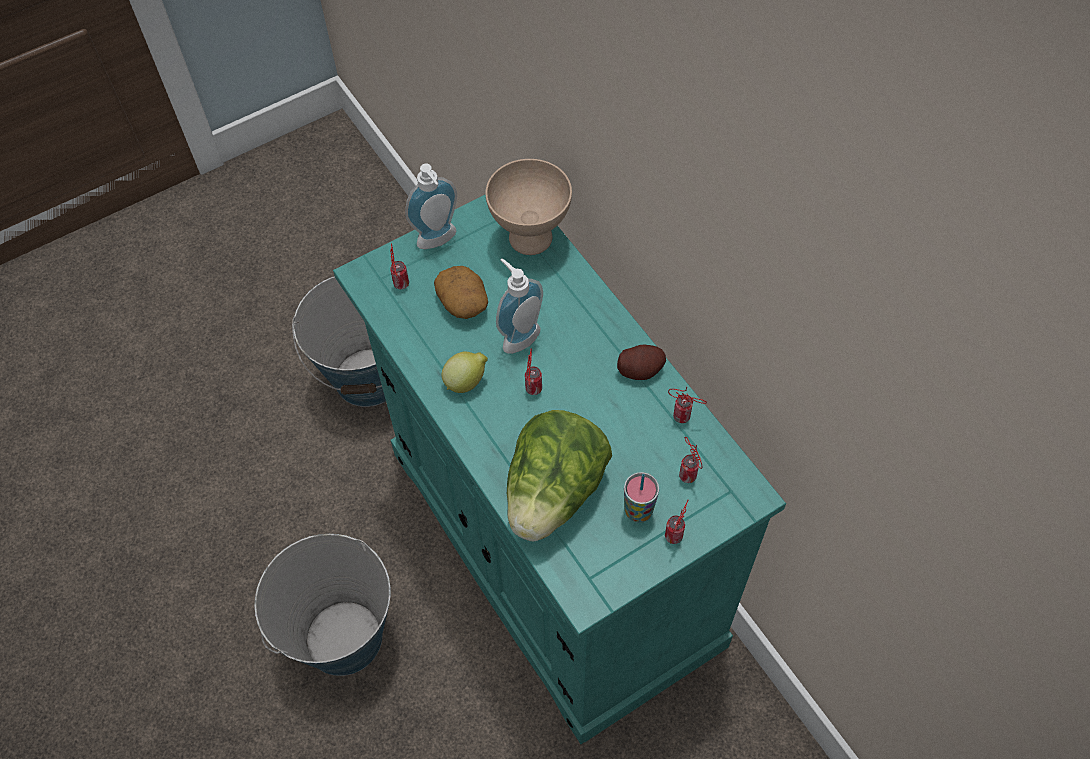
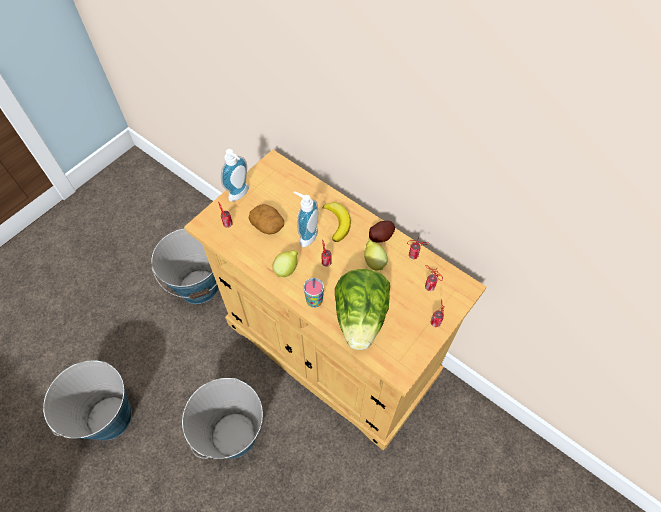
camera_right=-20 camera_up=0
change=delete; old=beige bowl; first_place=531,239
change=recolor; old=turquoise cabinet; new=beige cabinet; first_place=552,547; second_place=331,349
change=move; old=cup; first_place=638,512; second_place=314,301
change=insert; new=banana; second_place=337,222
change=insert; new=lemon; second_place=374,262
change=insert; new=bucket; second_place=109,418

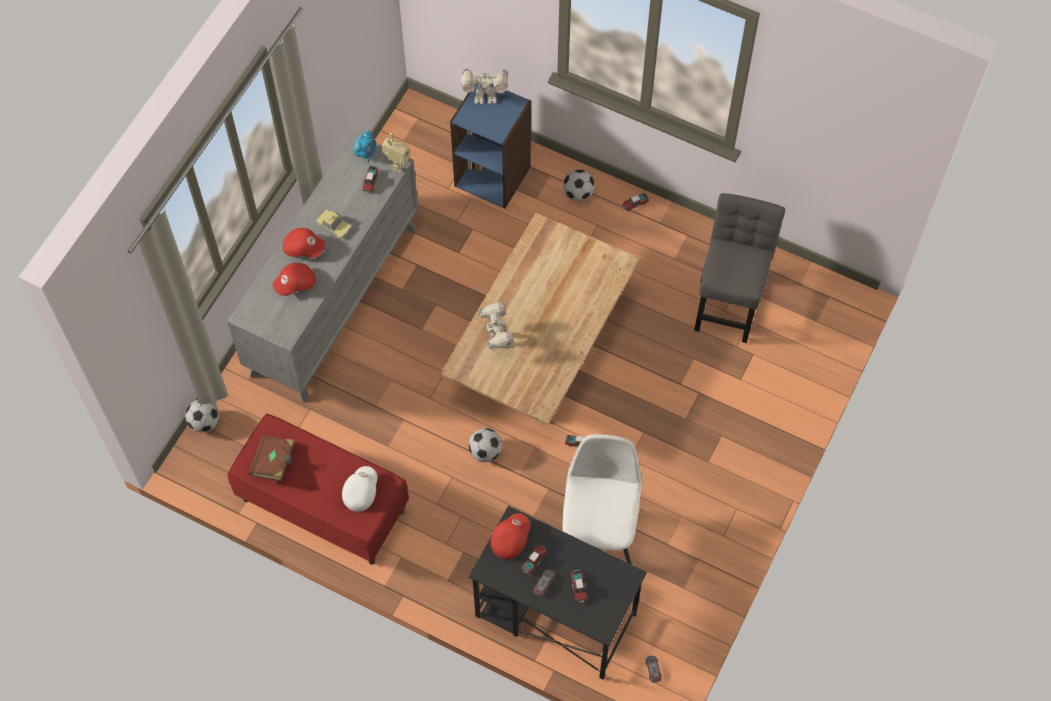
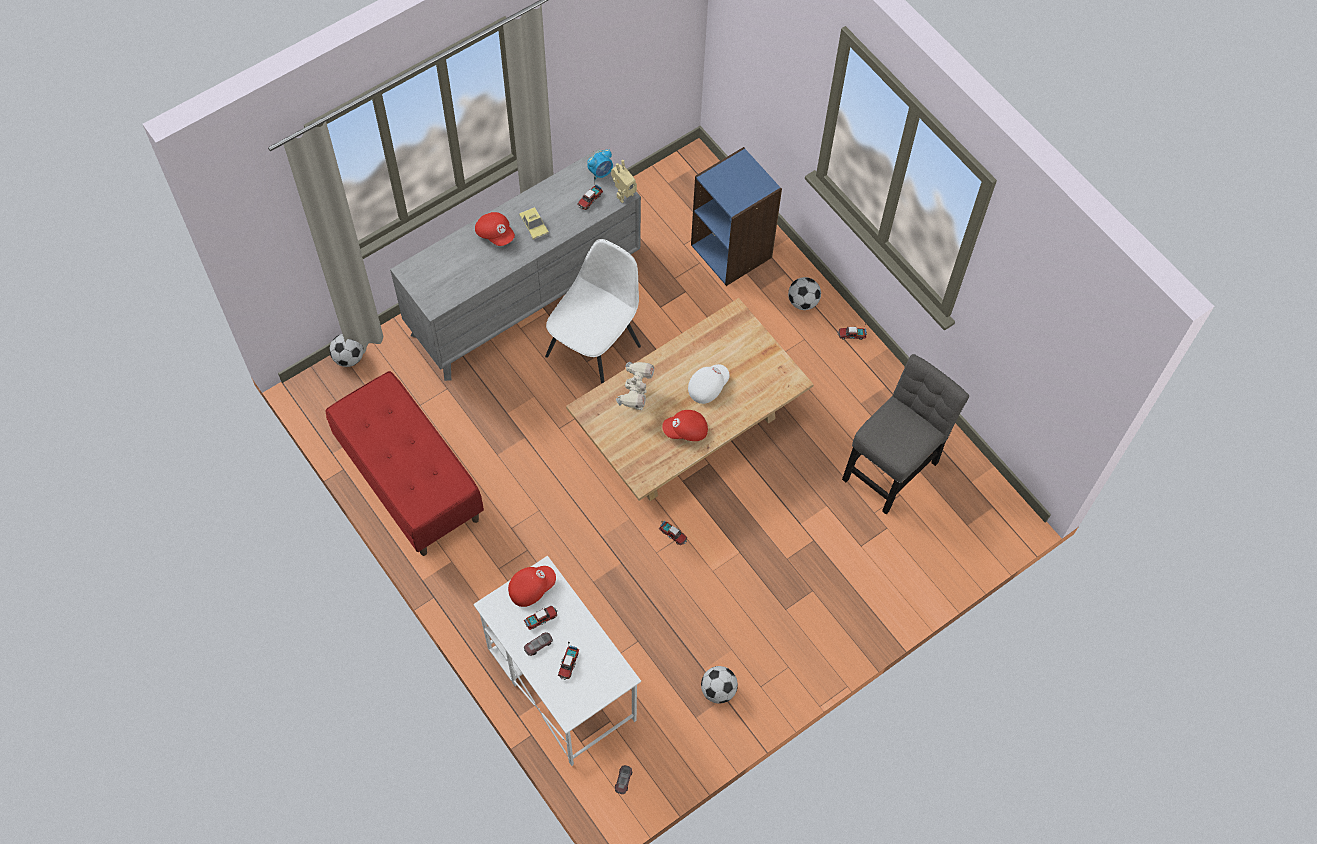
camera_right=25 camera_up=0
change=delete; old=toy robot; first_place=485,97
change=move; old=red cap; first_place=296,284; second_place=686,431
change=move; old=football; first_place=485,452; second_place=718,690
change=move; old=white chair; first_place=598,532; second_place=594,349
change=delete; old=brown book; first_place=274,462
change=move; old=white cap; first_place=360,492; second_place=707,386
change=recolor; old=black desk; new=white desk; first_place=554,615; second_place=560,683

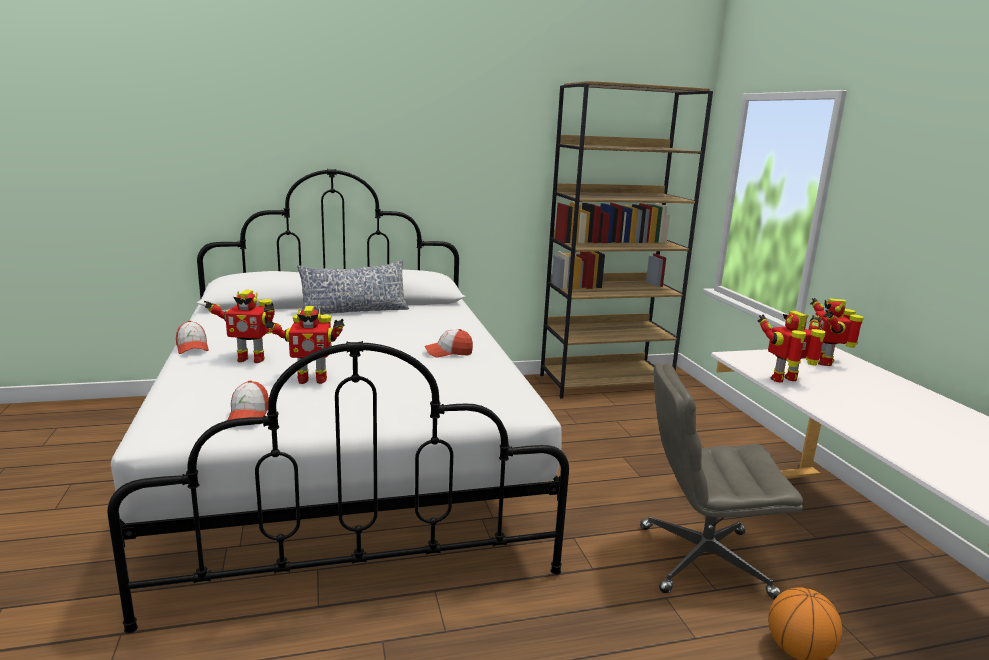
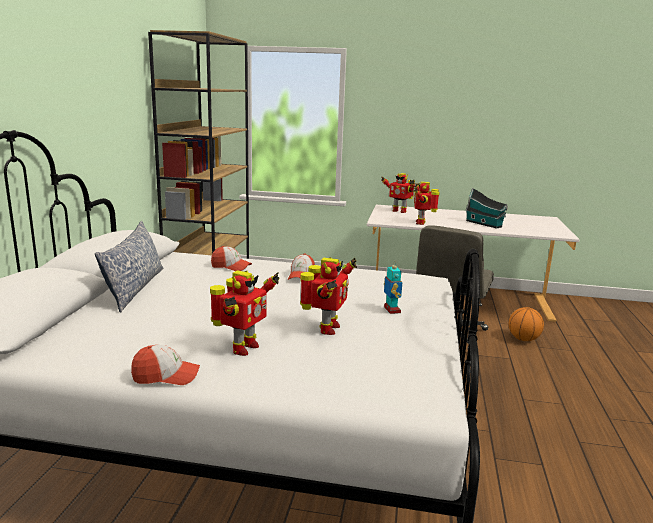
camera_right=-65 camera_up=0
change=move; old=cap; first_place=248,415; second_place=231,267
change=insert; new=toy house; second_place=485,224
change=insert; new=toy robot; second_place=391,310

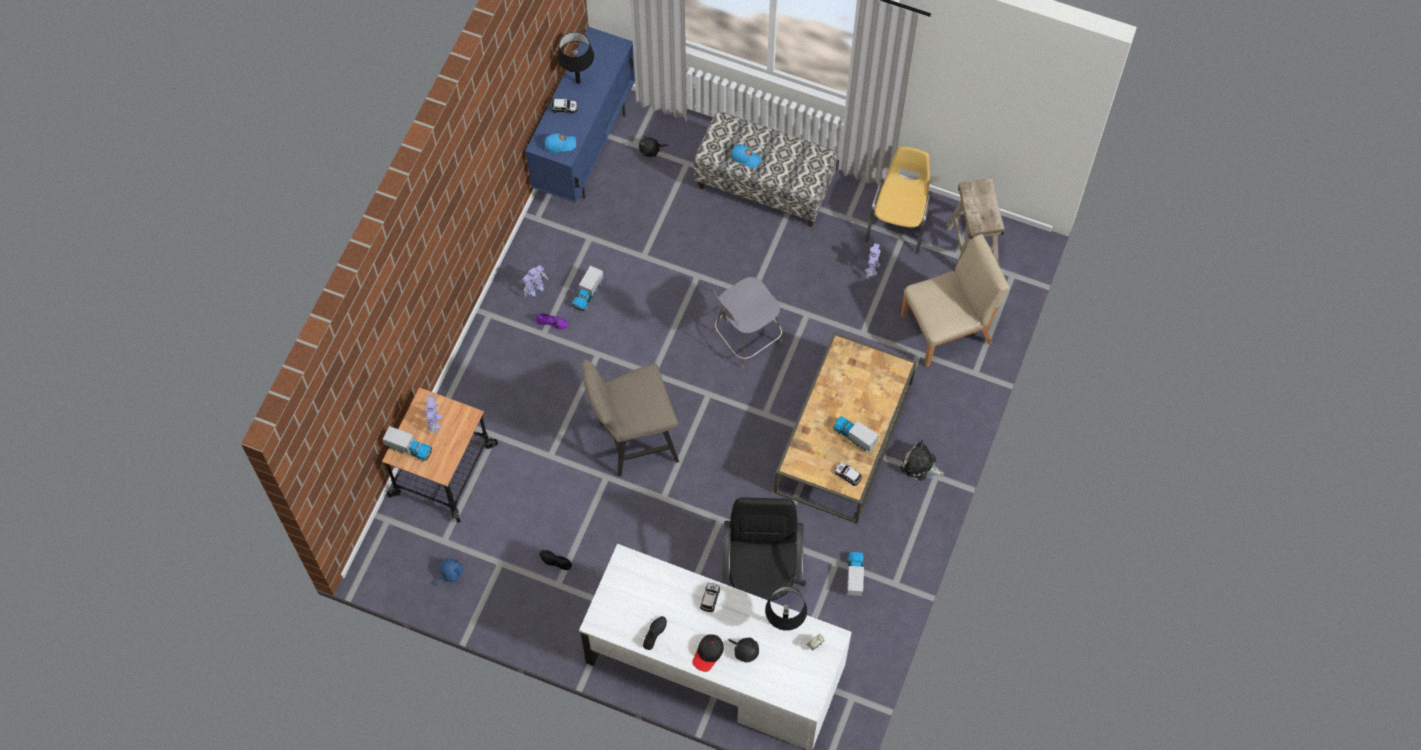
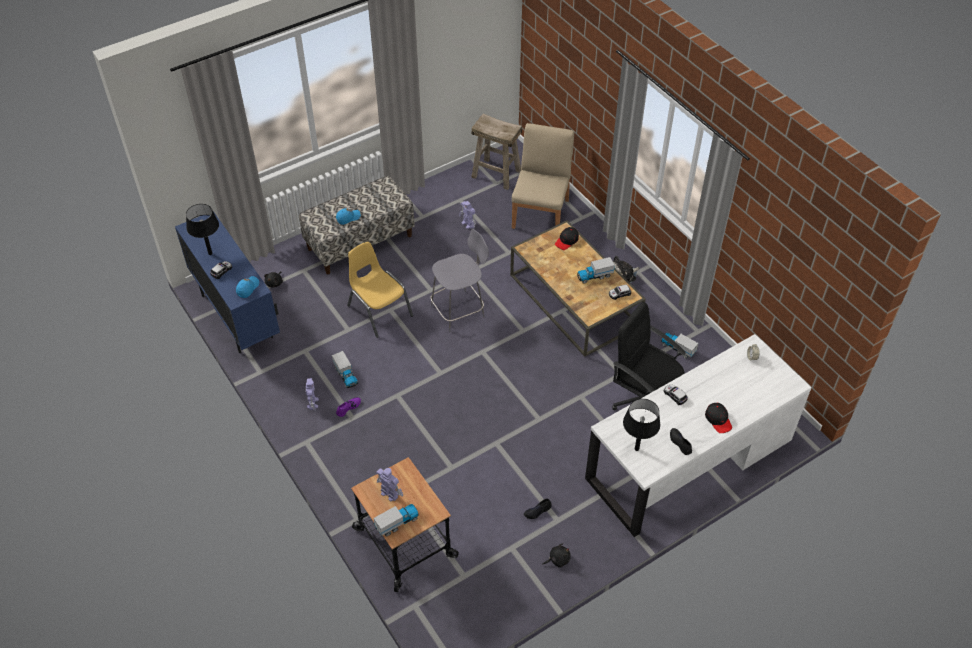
camera_right=-55 camera_up=-15
change=move; old=yellow chair; first_place=899,220; second_place=379,311
change=rotate; old=grey chair; first_place=745,338; second_place=459,310; degrees=-120
change=delete; old=beige stool; first_place=632,442
change=delete; old=blue plush toy; first_place=450,573
change=move; old=black table lamp; first_place=784,626; second_place=636,448
change=move; old=black plush toy; first_place=745,651; second_place=557,559
change=insert; new=black cap; second_place=567,241

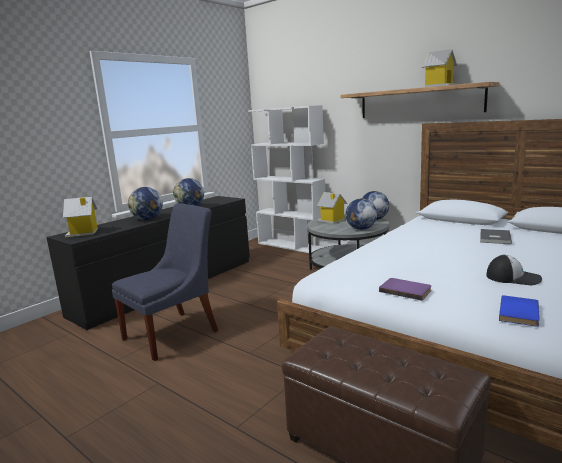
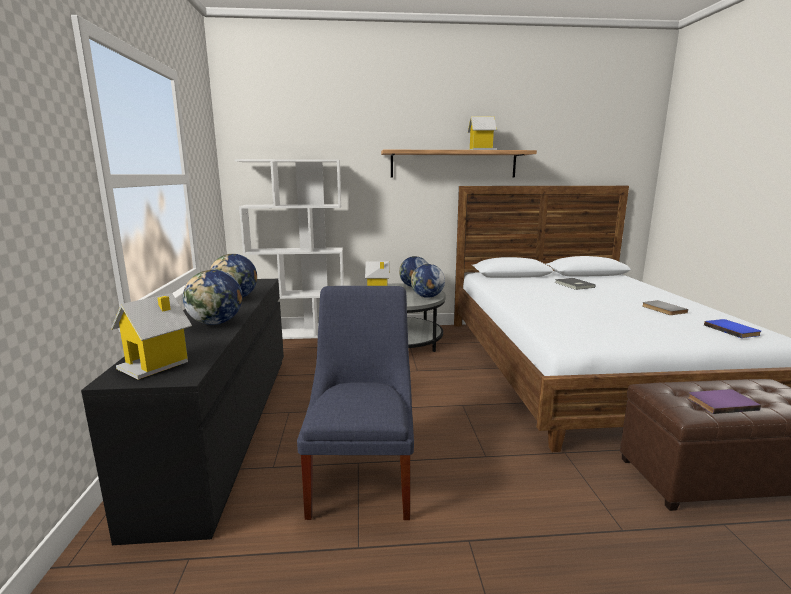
camera_right=-45 camera_up=0
change=replace; old=cap; new=grey book; first_place=513,277; second_place=662,309
change=move; old=purple book; first_place=406,290; second_place=720,403

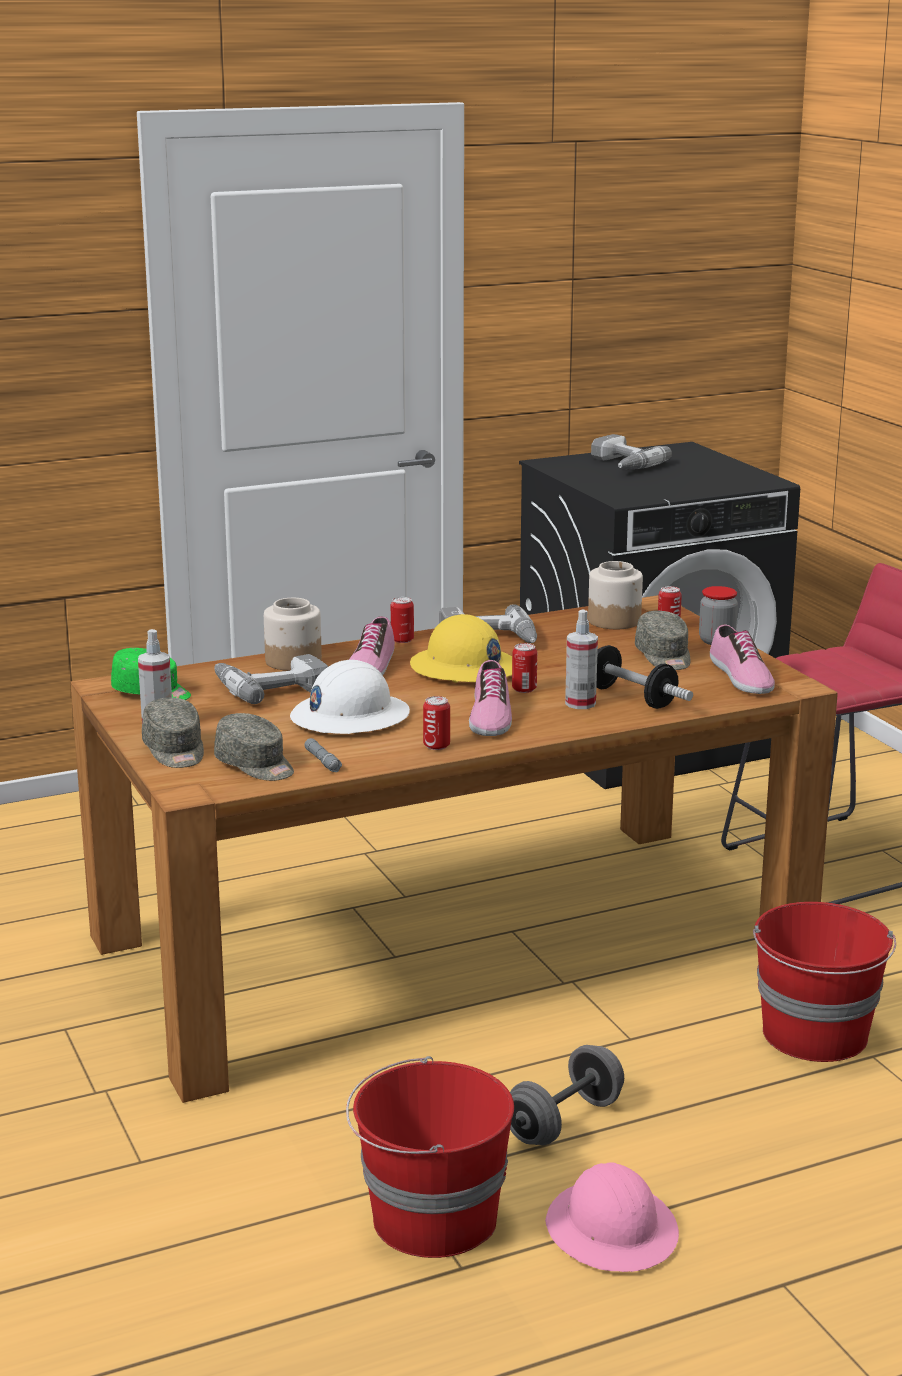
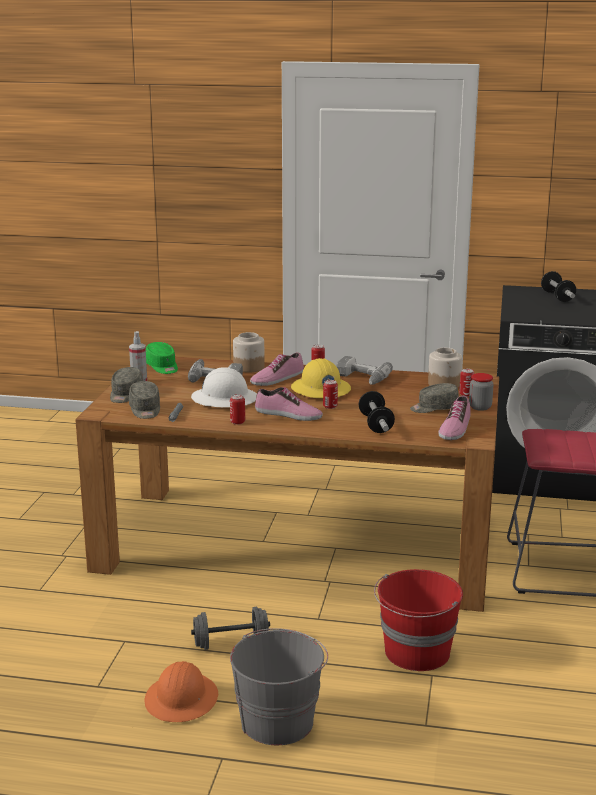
camera_right=35 camera_up=0
change=replace; old=power drill; new=dumbbell; first_place=621,464; second_place=557,297
change=delete; old=spray bottle; first_place=580,703
change=rotate; old=grey cap; first_place=664,657; second_place=434,408; degrees=60
change=rotate; old=shoe; first_place=488,716; second_place=288,415; degrees=-105
change=delete; old=red bucket; first_place=431,1219
change=recolor; old=pink hard hat; new=orange hard hat; first_place=612,1230; second_place=182,699
change=insert; new=grey bucket; second_place=278,721

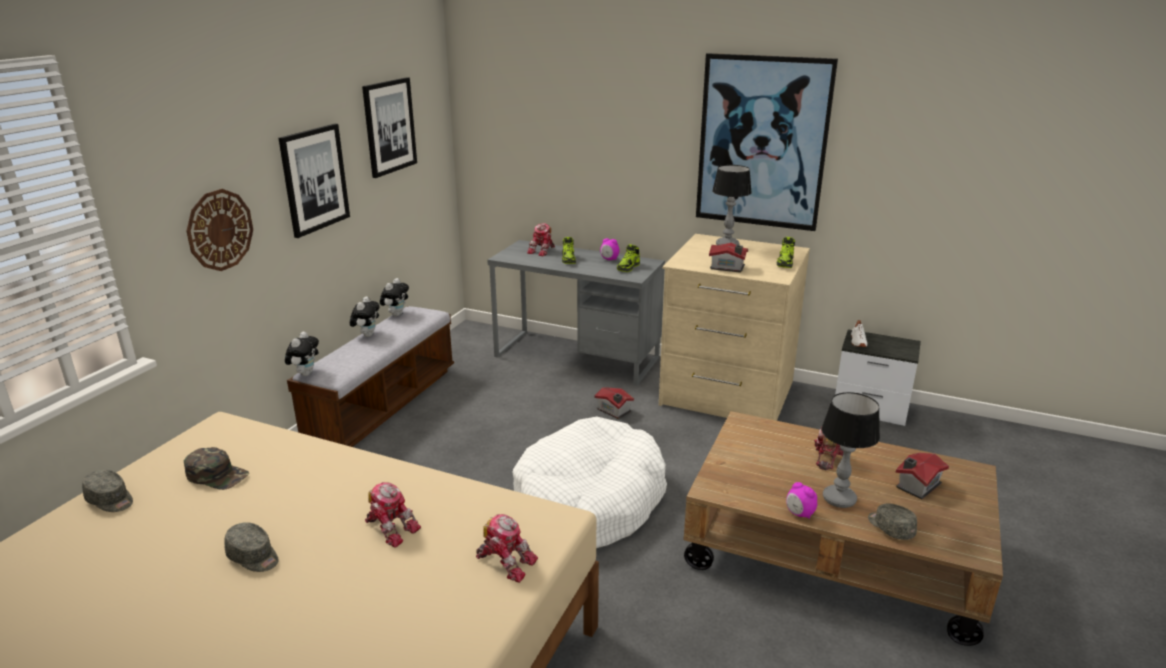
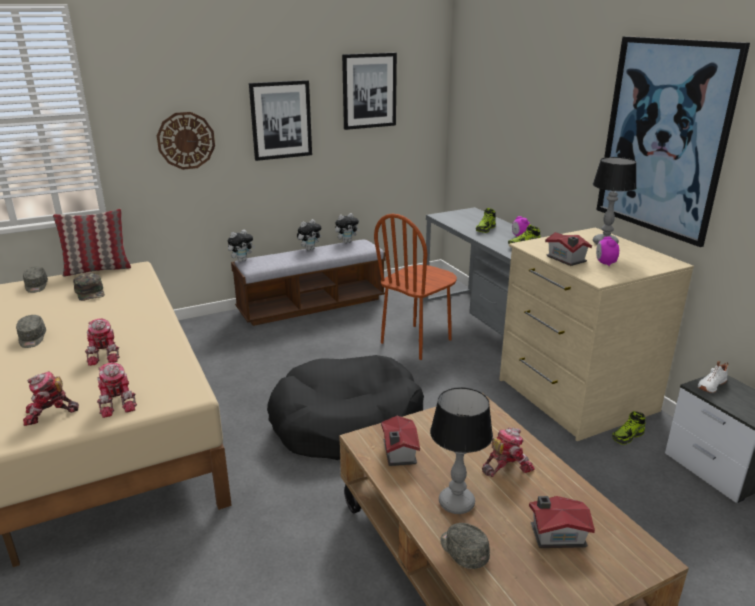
camera_right=40 camera_up=0
change=move; old=toy robot; first_place=543,251; second_place=49,413
change=move; old=shoe; first_place=785,263; second_place=627,436
change=move; old=toy house; first_place=614,411; second_place=398,453
change=recolor; old=white dog bed; new=black dog bed; first_place=589,501; second_place=346,423
change=move; old=alarm clock; first_place=799,514; second_place=605,263
change=rotate; old=grey cap; first_place=890,528; second_place=463,551; degrees=-45
change=insert; new=pillow; second_place=97,269
change=insert; new=brown chair; second_place=416,341

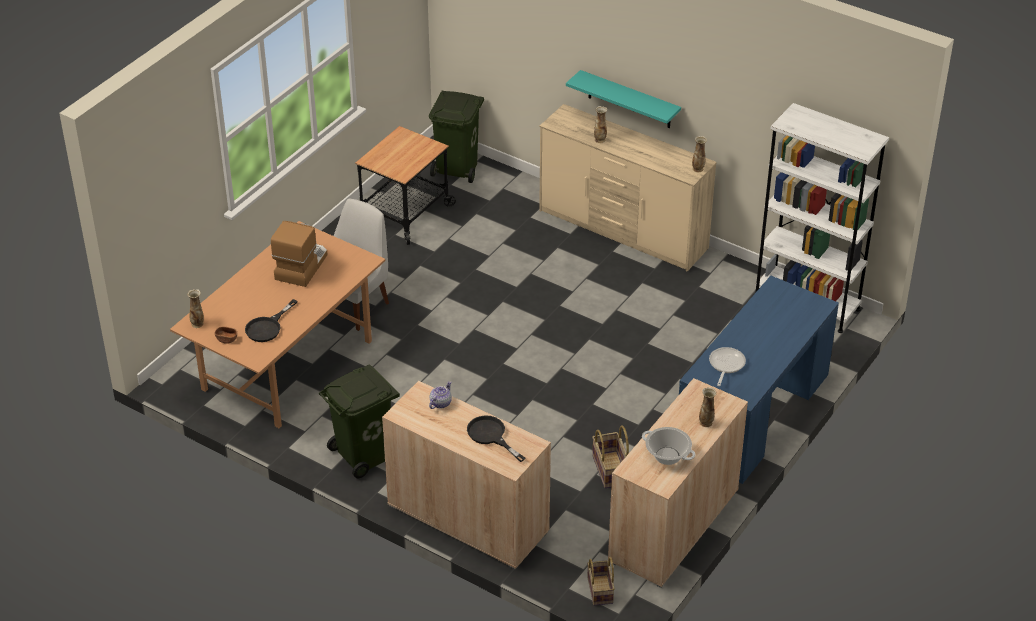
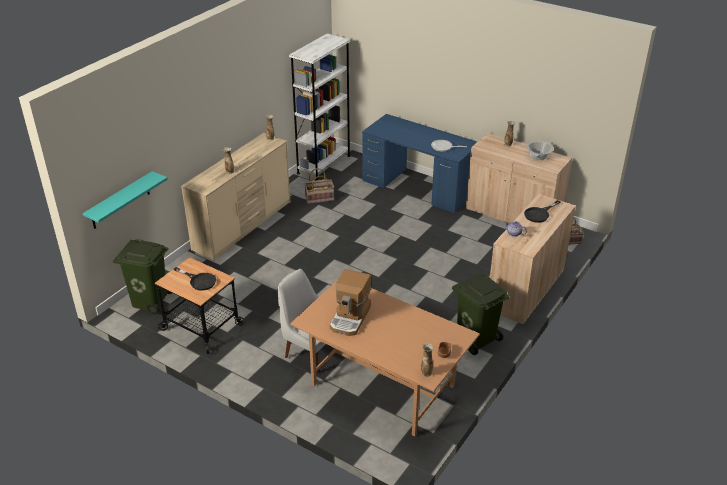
camera_right=-90 camera_up=-5
change=move; old=turquoise shelf; first_place=629,100; second_place=120,201
change=rotate; old=coffee machine; first_place=301,266; second_place=350,318; degrees=-90
change=move; old=black frying pan; first_place=267,327; second_place=199,281
change=move; old=basket; first_place=611,470; second_place=319,198

